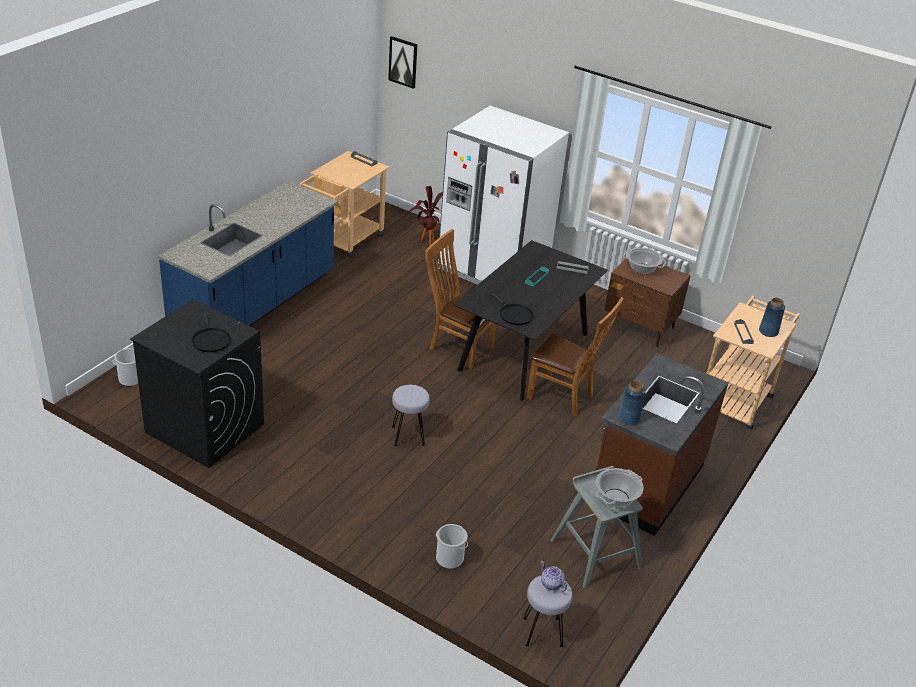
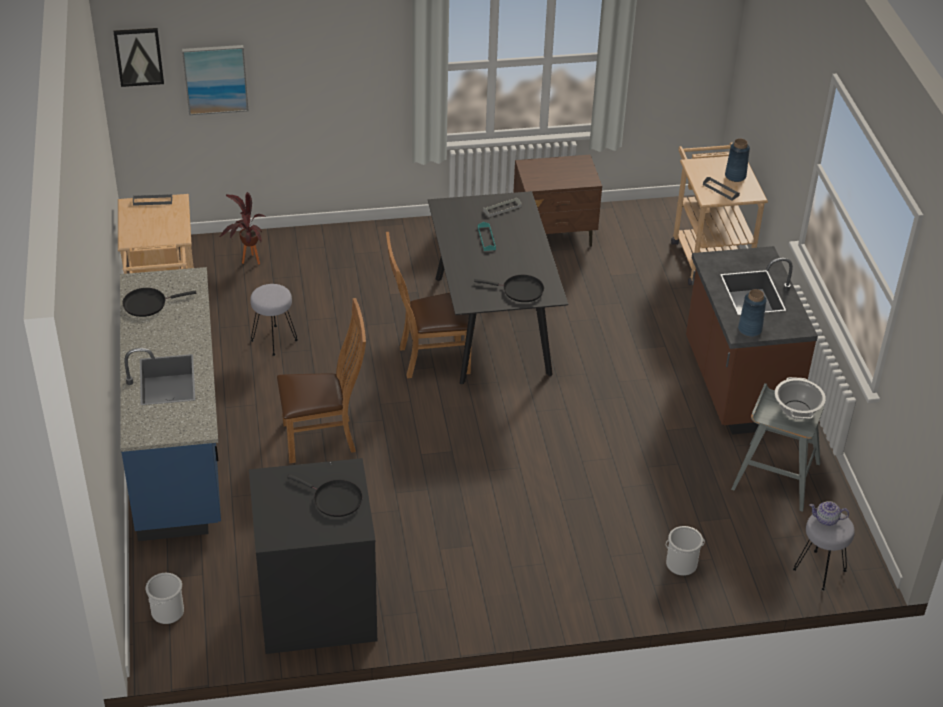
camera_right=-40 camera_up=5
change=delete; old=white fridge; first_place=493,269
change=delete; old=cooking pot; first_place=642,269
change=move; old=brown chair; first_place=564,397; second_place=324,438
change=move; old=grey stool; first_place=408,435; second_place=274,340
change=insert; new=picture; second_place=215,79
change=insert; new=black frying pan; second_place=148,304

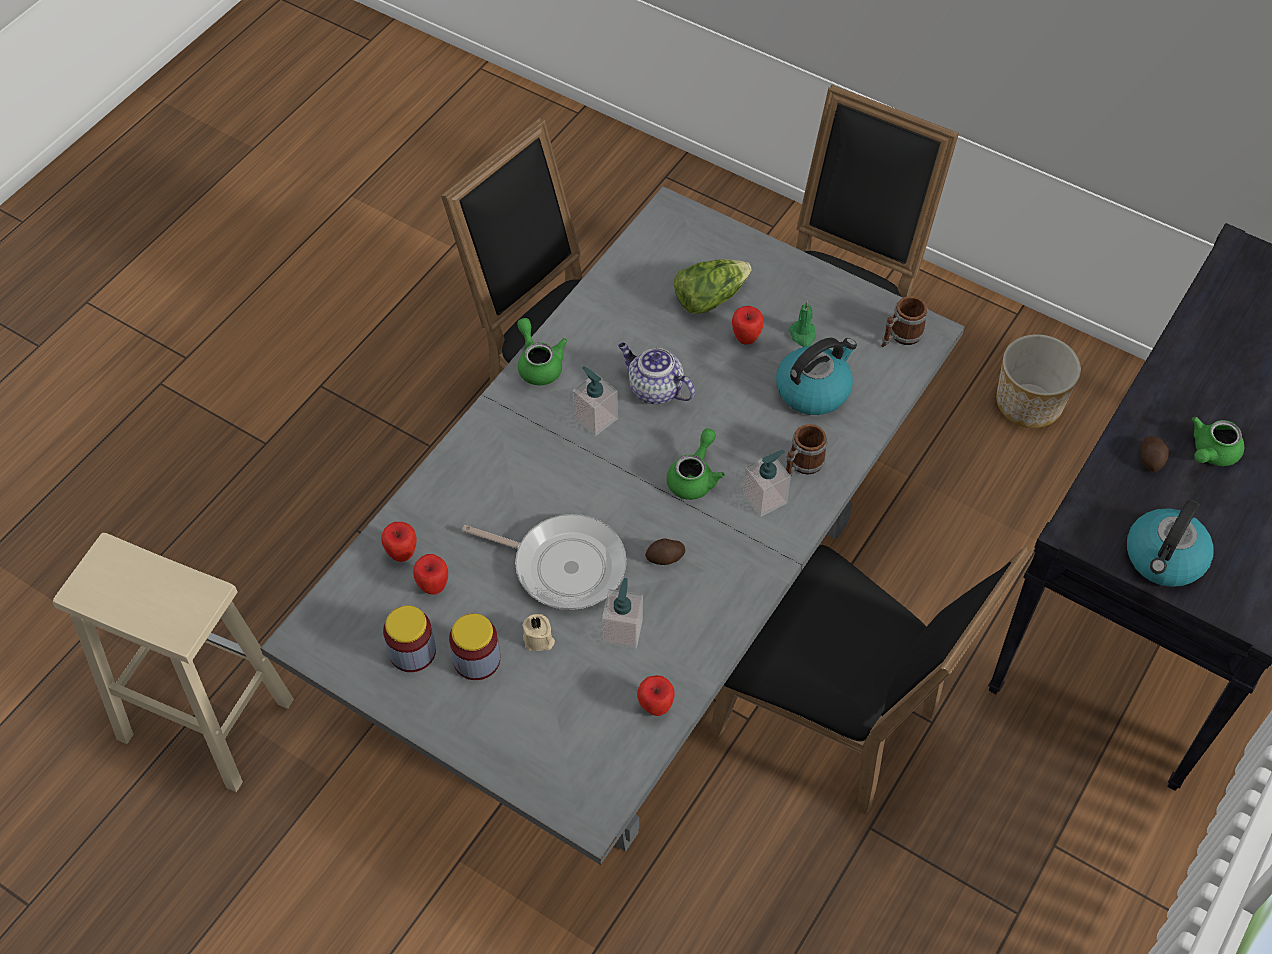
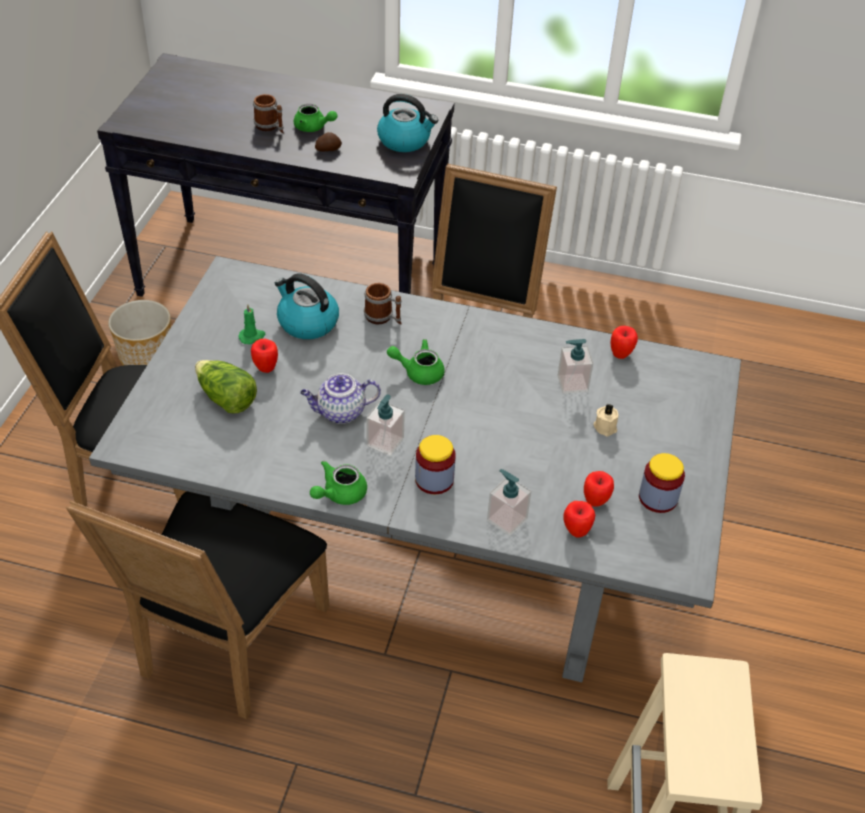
camera_right=-110 camera_up=-10
change=move; old=mug; first_place=900,336; second_place=270,127
change=rotate; old=teapot; first_place=654,389; second_place=340,412; degrees=60
change=move; old=soap dispenser; first_place=765,498; second_place=506,519
change=delete; old=frying pan; first_place=563,565
change=delete; old=potato; first_place=665,558
change=move; old=jar; first_place=477,659; second_place=434,480

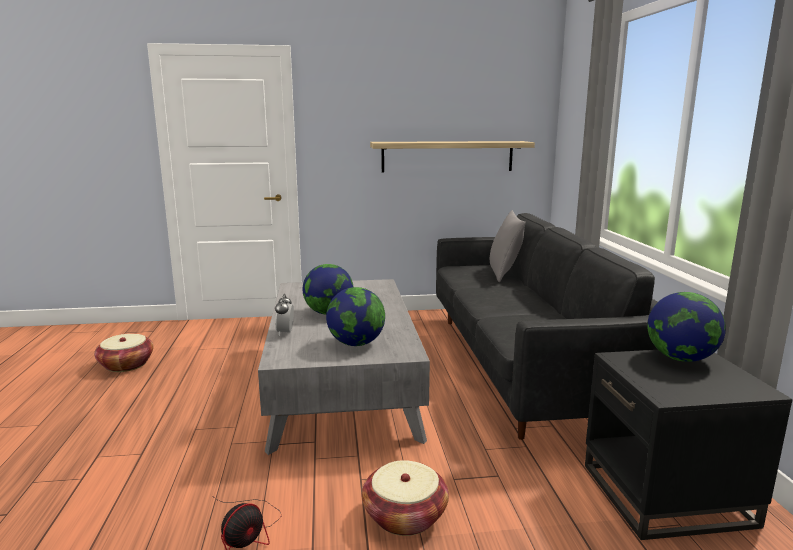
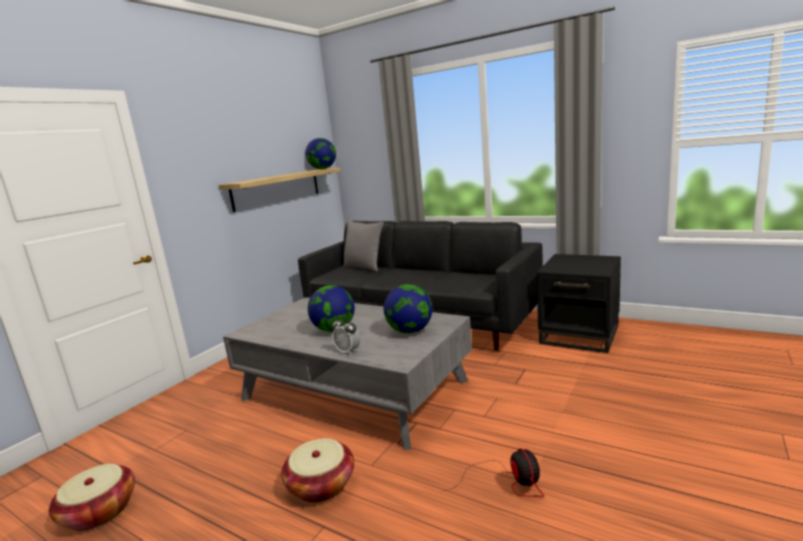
camera_right=-50 camera_up=0
change=move; old=globe; first_place=680,358; second_place=323,169
change=move; old=basket; first_place=405,516; second_place=321,485

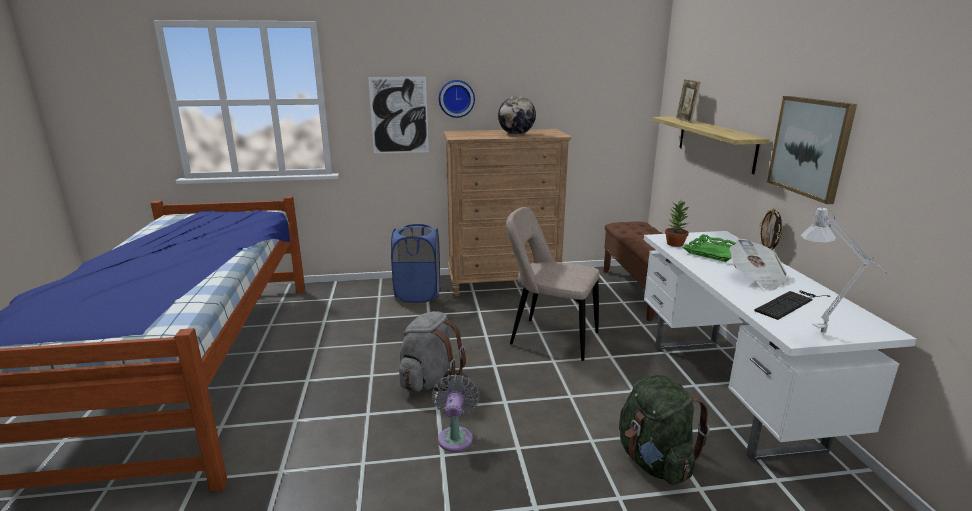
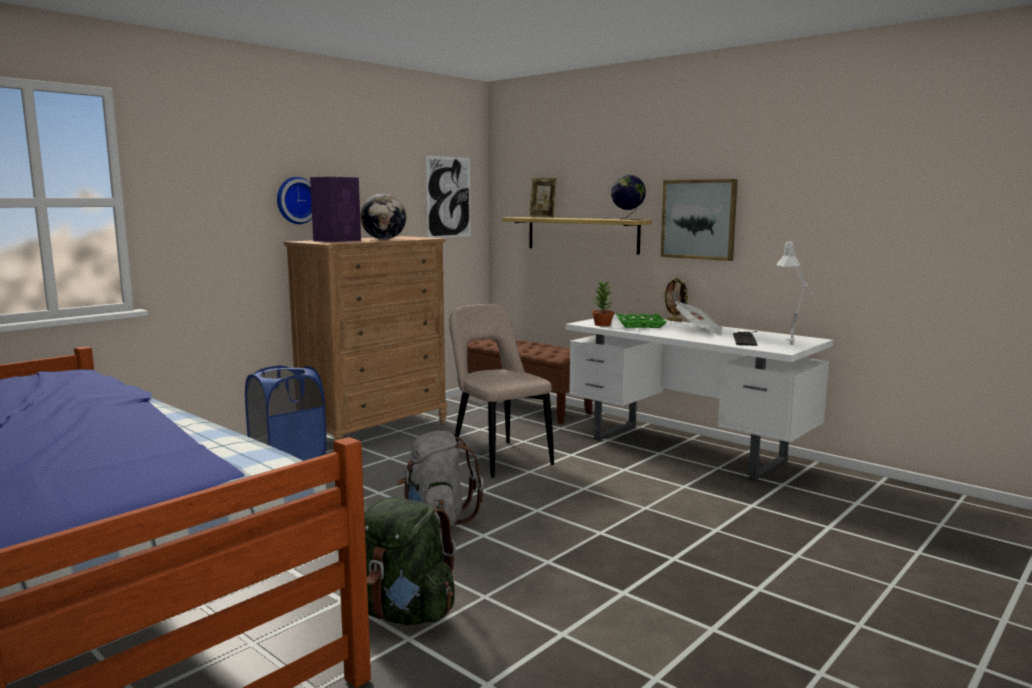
camera_right=-40 camera_up=-10
change=move; old=picture; first_place=399,115; second_place=448,197
change=rotate; old=beige chair; first_place=550,338; second_place=498,457; degrees=75
change=delete; old=grey fan; first_place=455,436
change=move; old=green backpack; first_place=654,461; second_place=402,613
change=insert; new=globe; second_place=627,219
change=insert; new=purple speaker; second_place=338,240

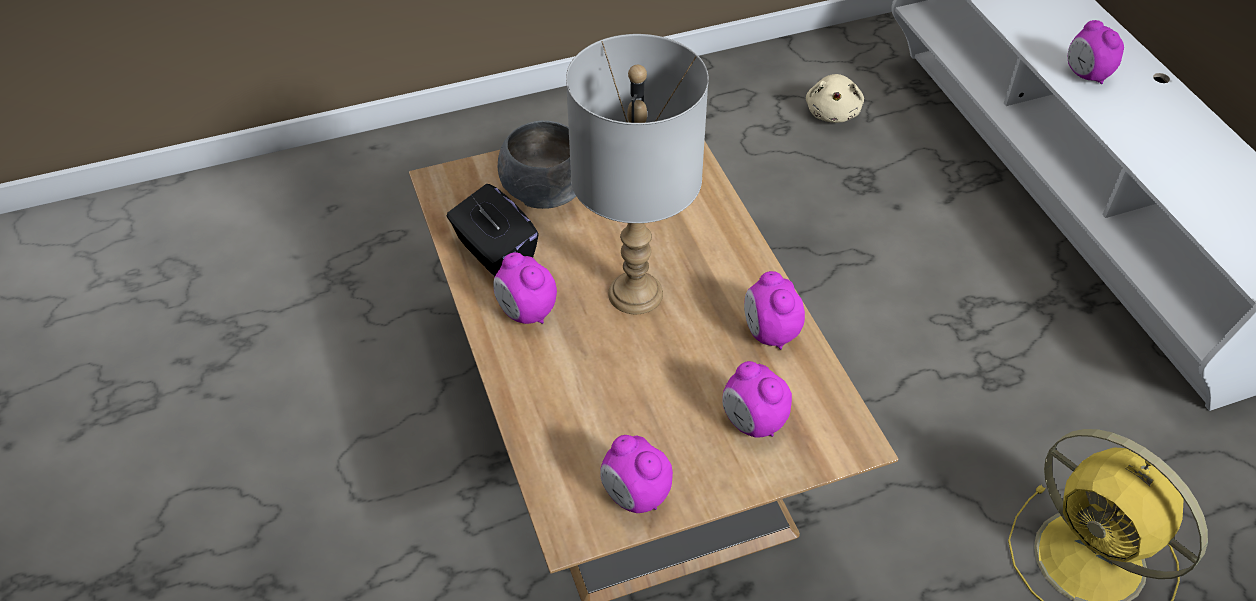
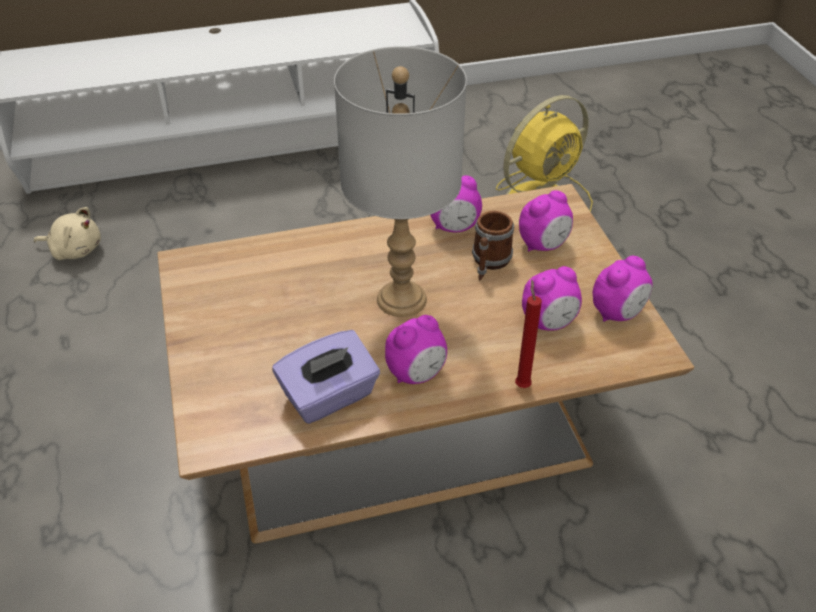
camera_right=-85 camera_up=-5
change=move; old=alarm clock; first_place=1086,75; second_place=549,323
change=delete; old=grey bowl; first_place=546,190
change=recolor; old=black tissue box; new=purple tissue box; first_place=494,251; second_place=329,396
change=insert; new=mug; second_place=489,263
change=insert; new=red candle; second_place=522,384

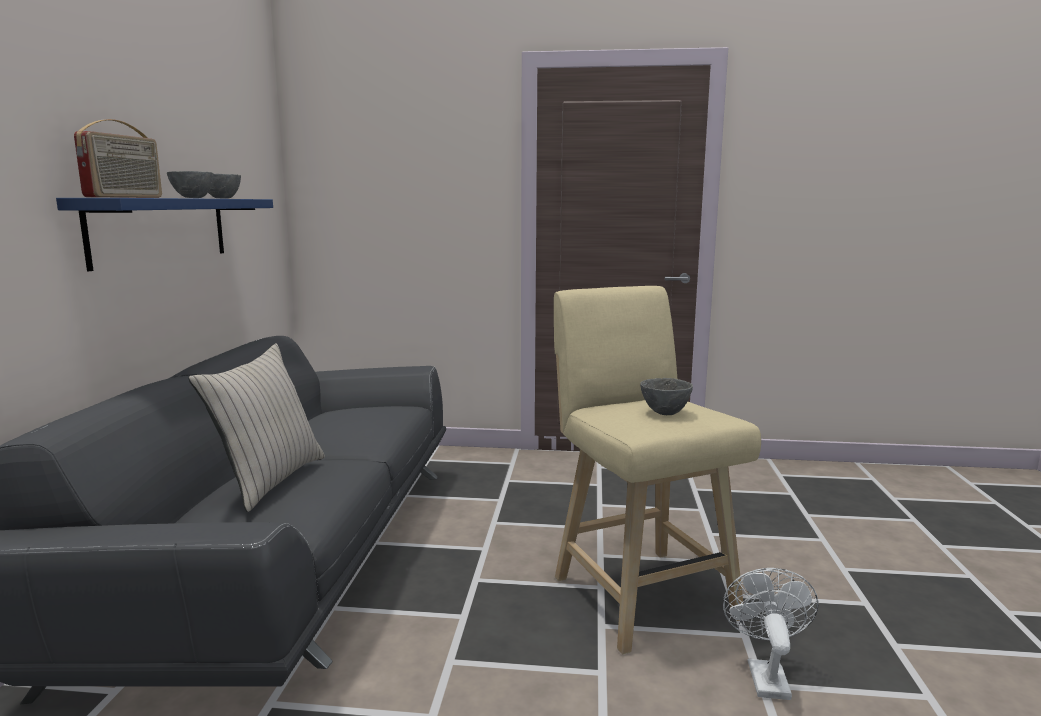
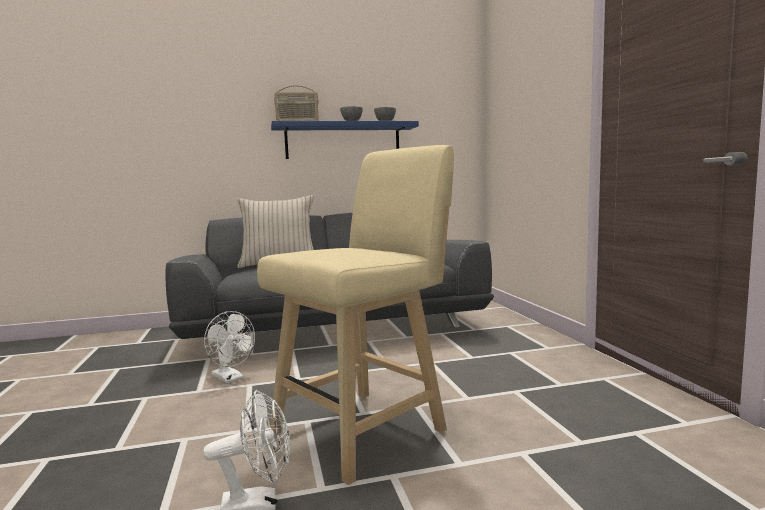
camera_right=70 camera_up=-5
change=delete; old=grey bowl; first_place=665,413
change=insert; new=white fan; second_place=230,378

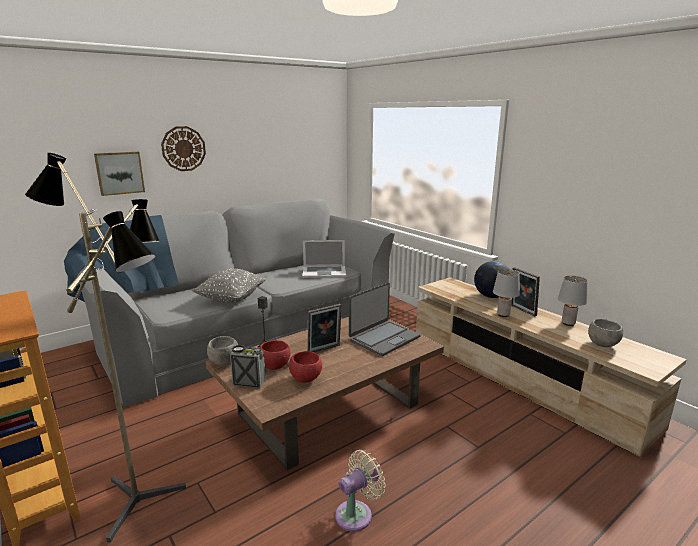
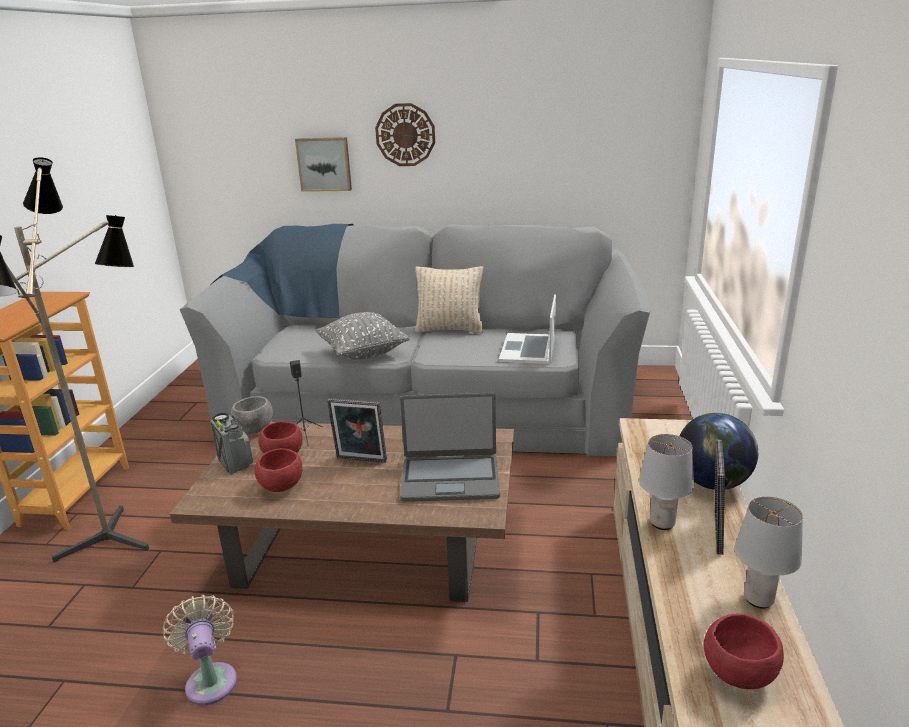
camera_right=45 camera_up=5
change=rotate; old=laptop; first_place=324,272; second_place=528,349; degrees=60
change=recolor; old=grey bowl; new=red bowl; first_place=602,344; second_place=740,674
change=rotate; old=beige fan; first_place=357,514; second_place=211,679; degrees=-120
change=insert; new=beige pillow; second_place=450,329

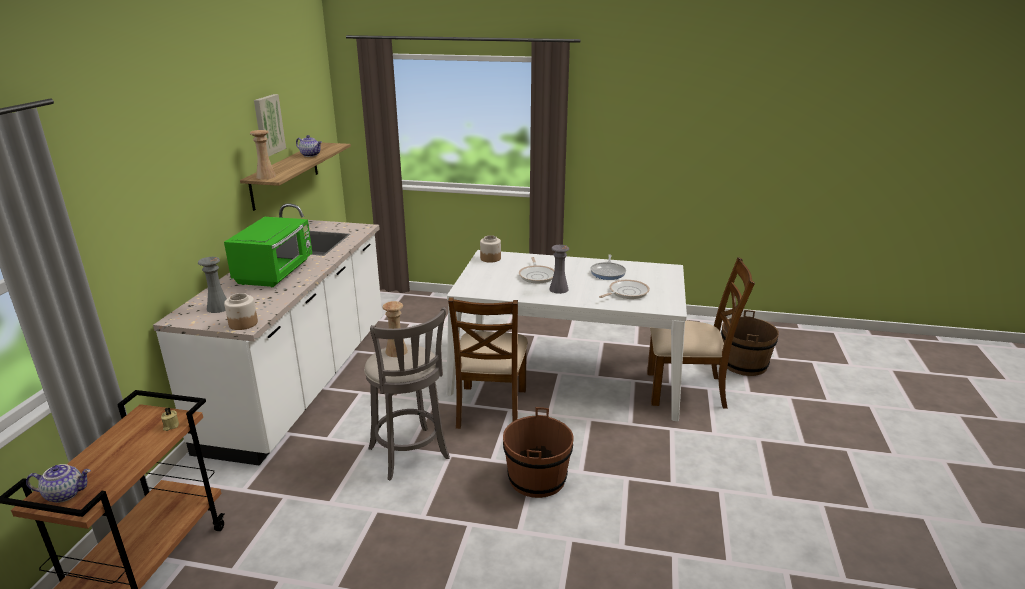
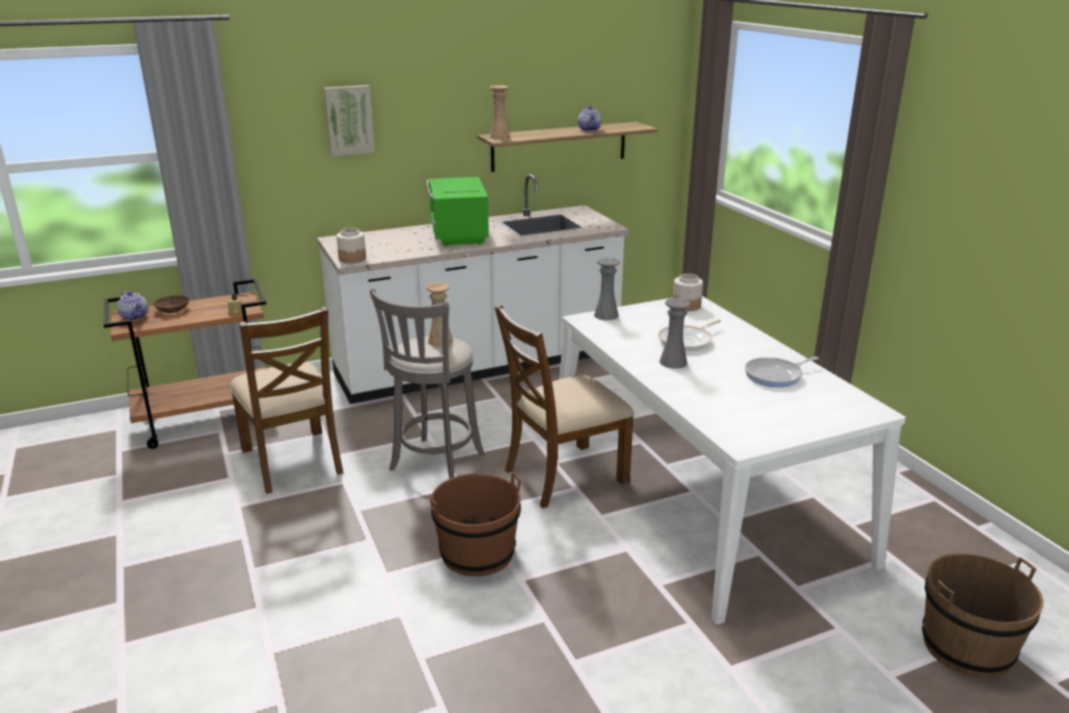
camera_right=55 camera_up=0
change=move; old=picture; first_place=268,125; second_place=349,120
change=rotate; old=green microwave; first_place=276,272; second_place=458,235; degrees=105
change=move; old=grey vase; first_place=218,308; second_place=606,315
change=move; old=brown chair; first_place=687,390; second_place=293,461
change=delete; old=frying pan; first_place=626,292
change=insert; new=brown bowl; second_place=172,309

